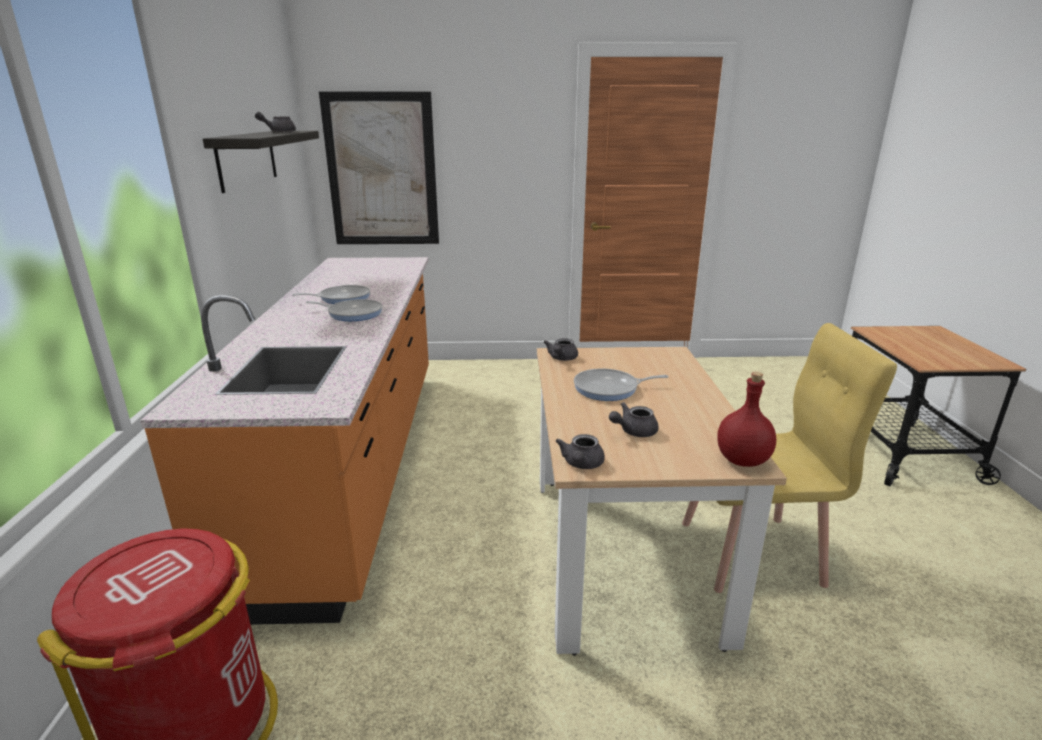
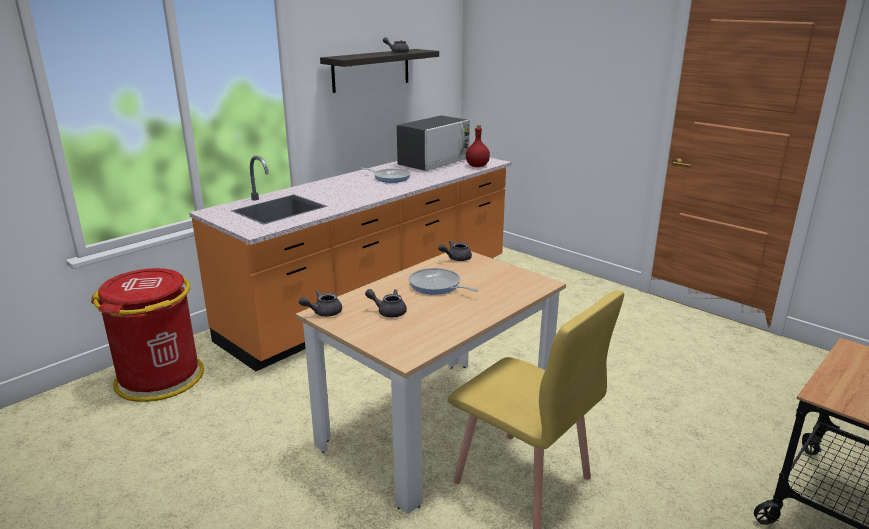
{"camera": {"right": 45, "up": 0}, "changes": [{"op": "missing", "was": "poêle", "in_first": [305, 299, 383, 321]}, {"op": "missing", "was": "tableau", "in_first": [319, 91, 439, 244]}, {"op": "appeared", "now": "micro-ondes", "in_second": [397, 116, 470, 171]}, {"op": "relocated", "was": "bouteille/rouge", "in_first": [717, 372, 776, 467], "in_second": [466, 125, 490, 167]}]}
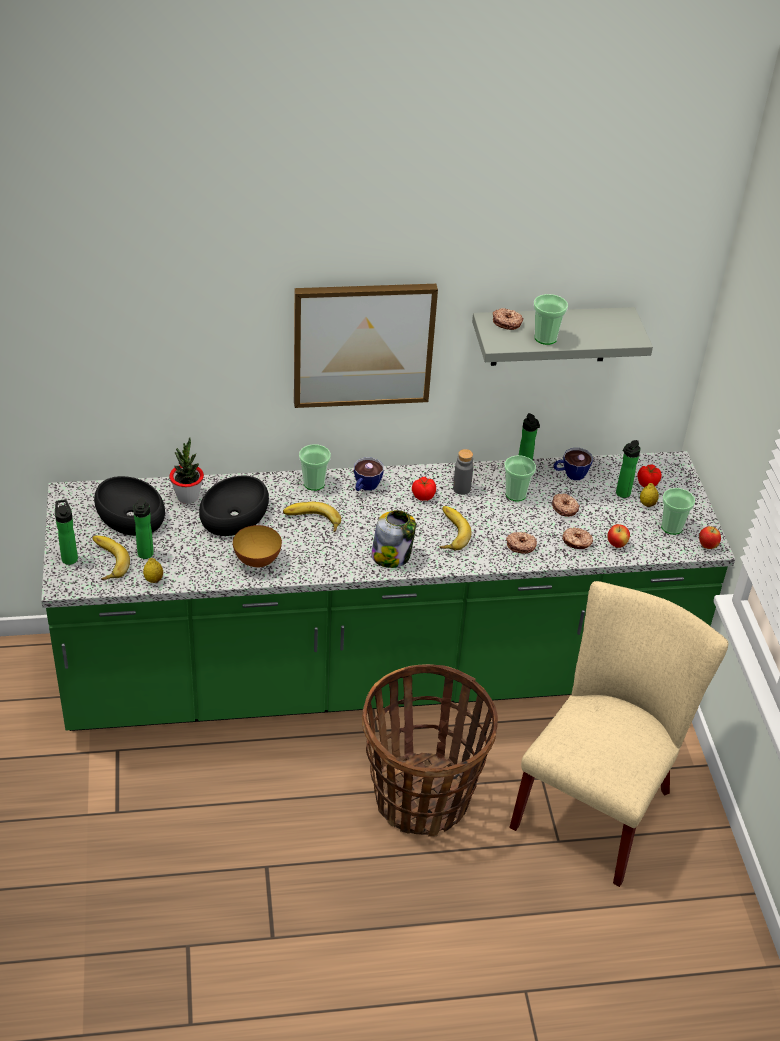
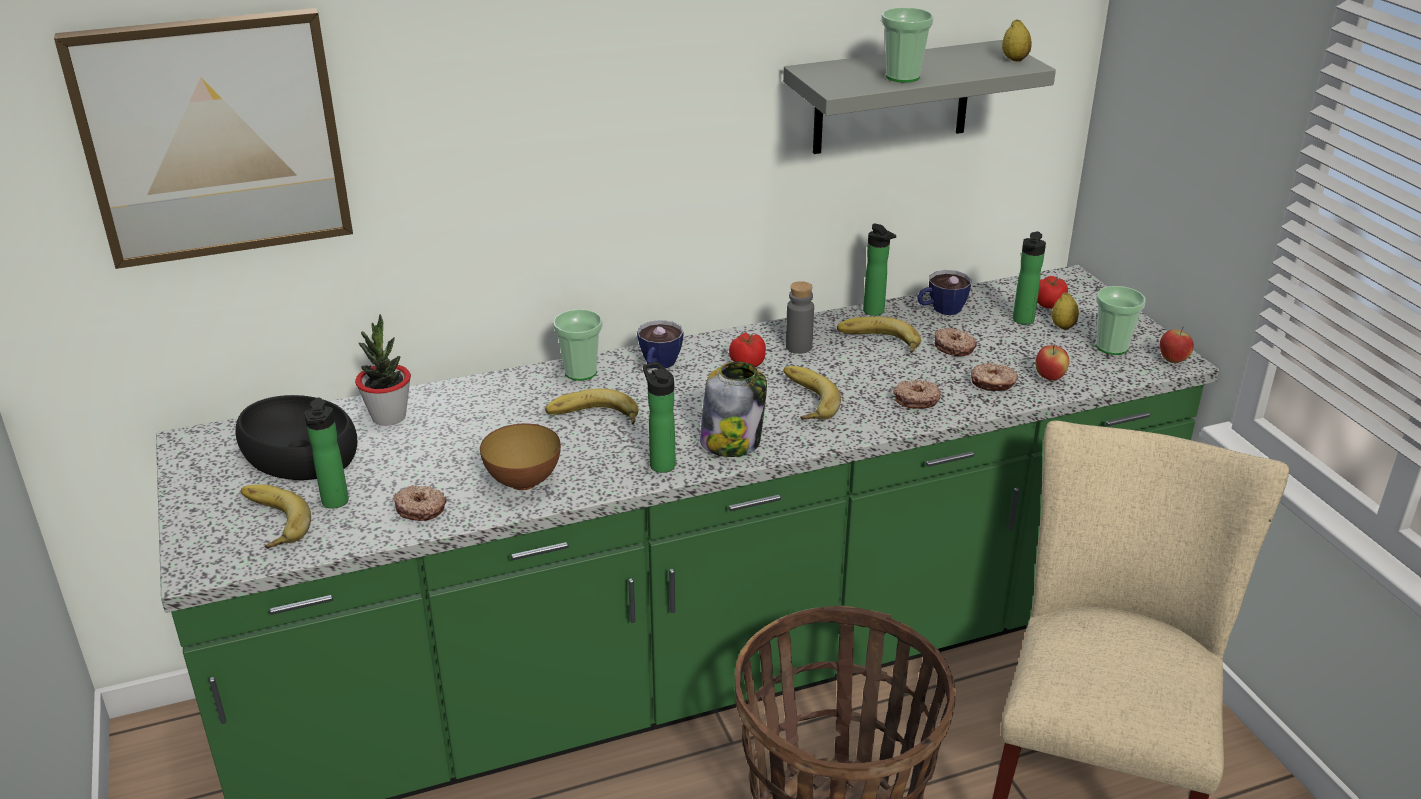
{"camera": {"right": -10, "up": -10}, "changes": [{"op": "missing", "was": "bol/noir", "in_first": [199, 476, 269, 536]}, {"op": "relocated", "was": "bouteille", "in_first": [55, 499, 78, 565], "in_second": [643, 362, 676, 473]}, {"op": "relocated", "was": "citron", "in_first": [143, 558, 163, 583], "in_second": [1002, 20, 1032, 61]}, {"op": "relocated", "was": "tableau", "in_first": [294, 284, 438, 408], "in_second": [54, 8, 353, 269]}, {"op": "relocated", "was": "beignet", "in_first": [493, 308, 524, 330], "in_second": [393, 486, 446, 521]}, {"op": "exchanged", "was": "tasse", "now": "banane", "in_first": [504, 455, 536, 502], "in_second": [837, 316, 921, 353]}]}
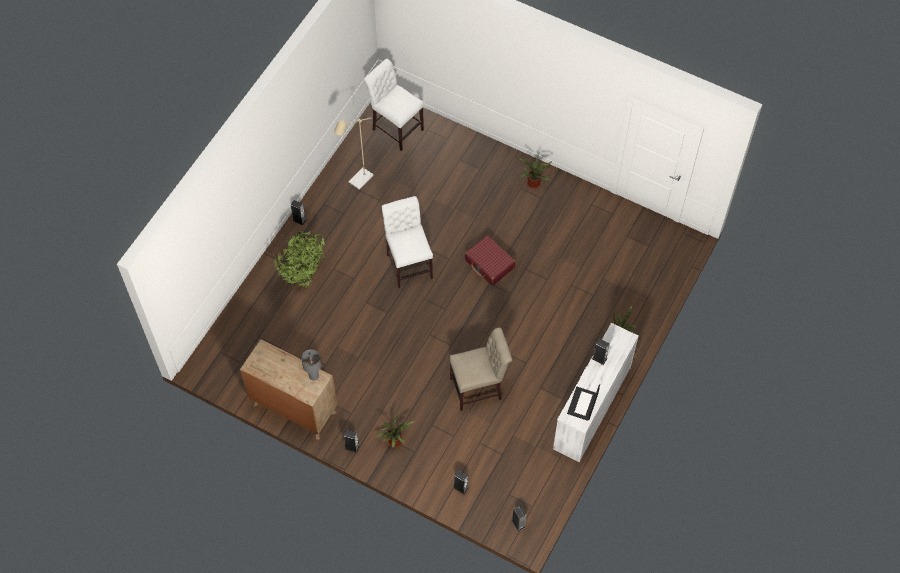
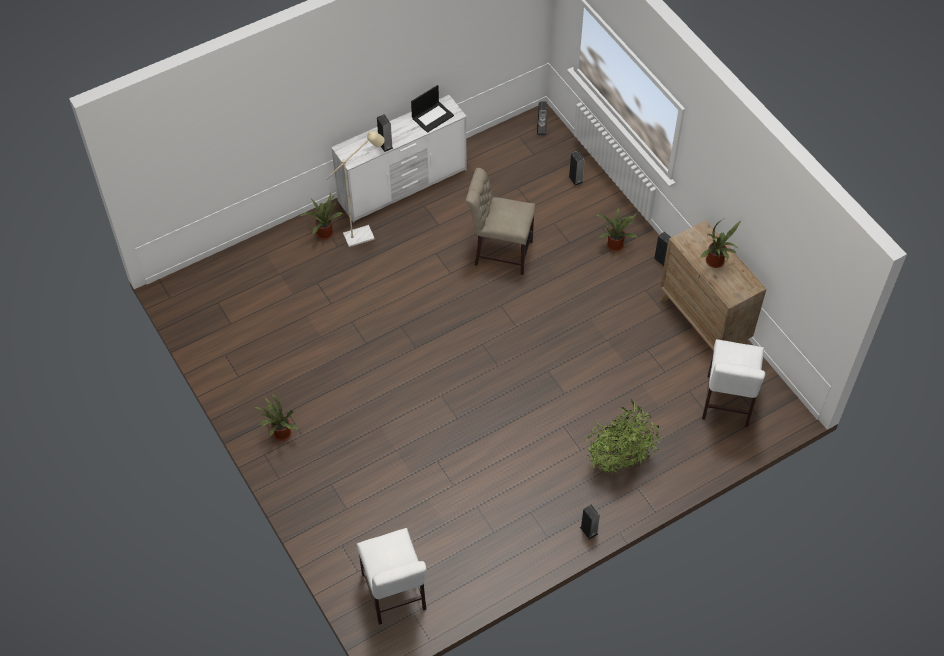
{"camera": {"right": -150, "up": -5}, "changes": [{"op": "missing", "was": "lampe de table/gris", "in_first": [301, 349, 321, 381]}, {"op": "missing", "was": "valise/rouge", "in_first": [465, 235, 515, 286]}, {"op": "appeared", "now": "plante en pot", "in_second": [700, 219, 741, 268]}, {"op": "relocated", "was": "lampadaire/beige", "in_first": [334, 117, 374, 190], "in_second": [325, 131, 384, 247]}, {"op": "relocated", "was": "chaise/blanc", "in_first": [382, 196, 433, 289], "in_second": [702, 339, 765, 427]}]}
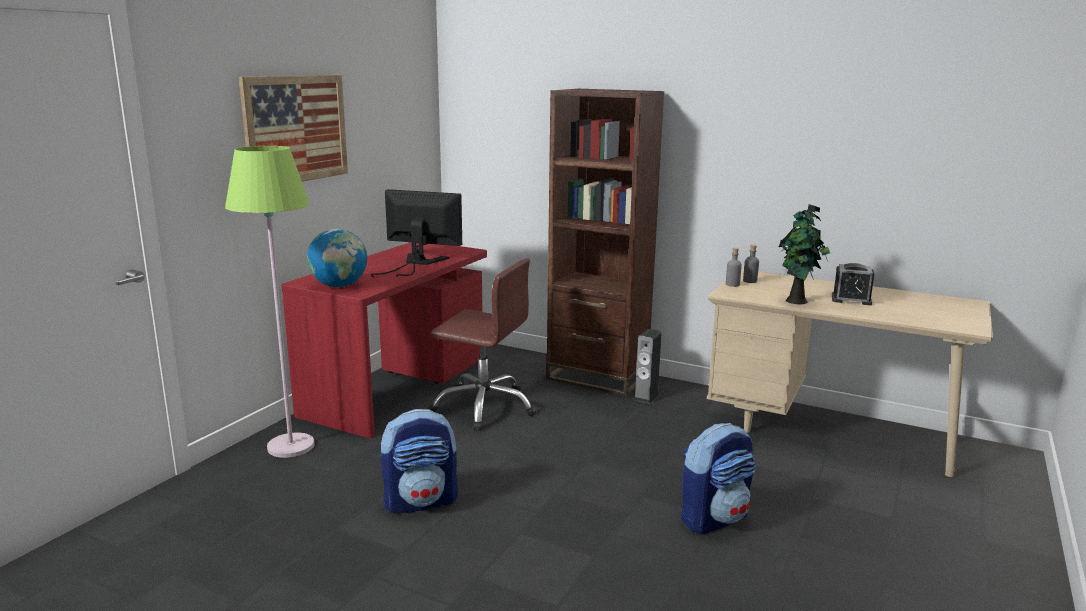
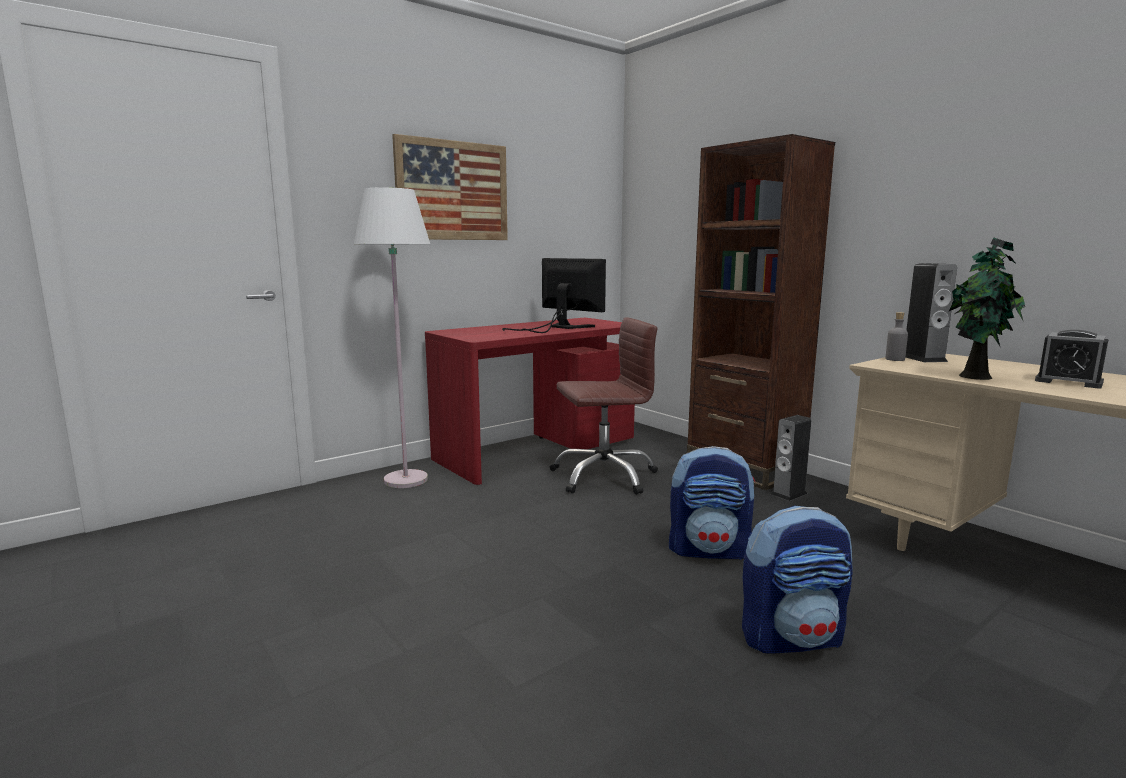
{"camera": {"right": 25, "up": -5}, "changes": [{"op": "missing", "was": "globe", "in_first": [307, 229, 367, 287]}, {"op": "relocated", "was": "sac à dos", "in_first": [381, 409, 458, 513], "in_second": [669, 446, 755, 560]}, {"op": "exchanged", "was": "bouteille/gris", "now": "enceinte", "in_first": [743, 245, 759, 283], "in_second": [906, 263, 957, 362]}, {"op": "colour", "was": "lampadaire/vert", "now": "lampadaire/blanc", "in_first": [225, 146, 315, 458], "in_second": [354, 187, 430, 488]}, {"op": "spun", "was": "chaise de bureau/marron", "in_first": [428, 258, 536, 431], "in_second": [550, 317, 658, 495], "clockwise": -60}]}
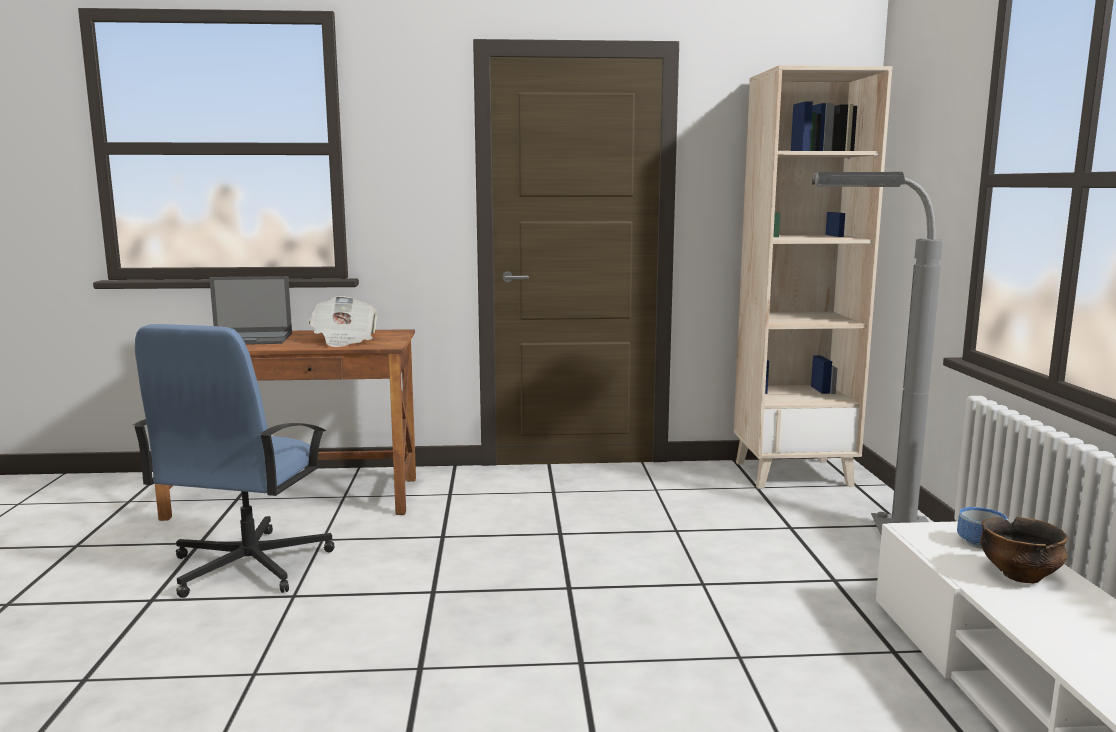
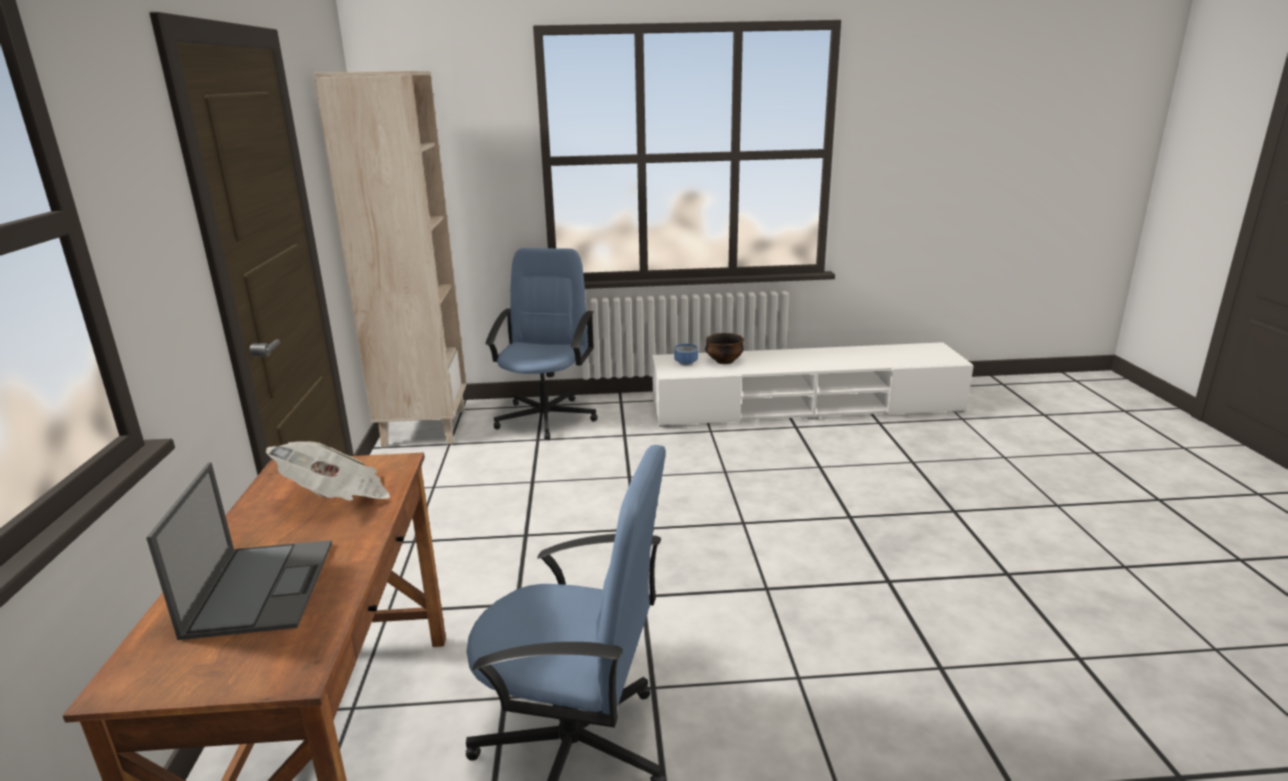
{"camera": {"right": -90, "up": 10}, "changes": [{"op": "exchanged", "was": "lampadaire/gris", "now": "chaise de bureau/bleu", "in_first": [812, 172, 943, 534], "in_second": [485, 248, 598, 440]}]}
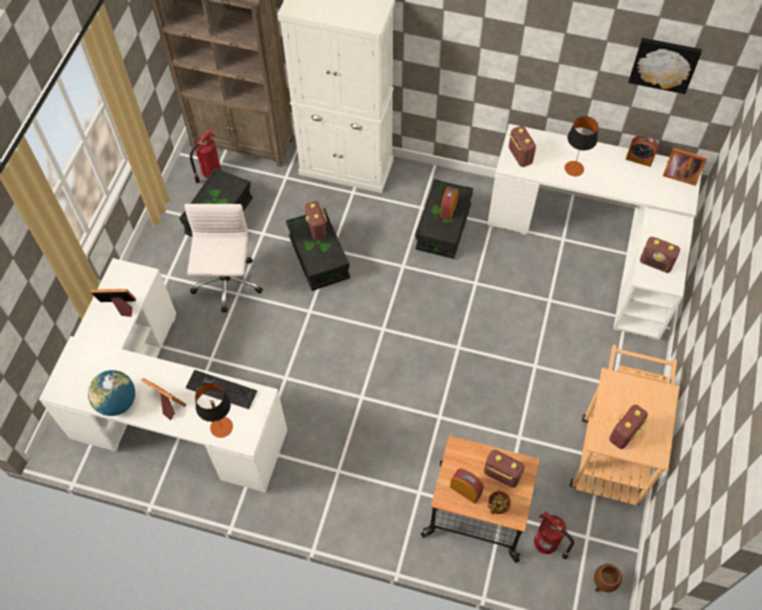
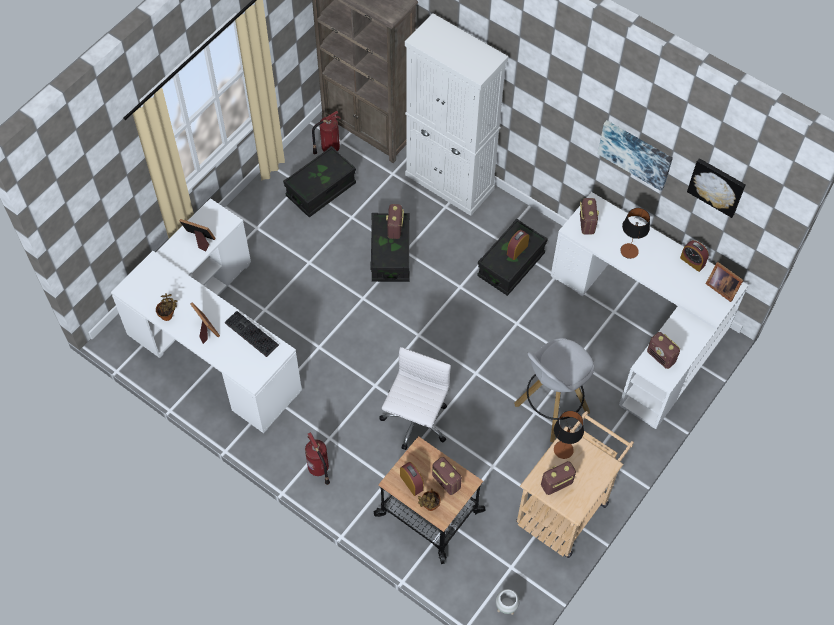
{"camera": {"right": 20, "up": 0}, "changes": [{"op": "appeared", "now": "tabouret/blanc", "in_second": [514, 338, 594, 443]}, {"op": "appeared", "now": "tableau", "in_second": [598, 120, 673, 191]}, {"op": "relocated", "was": "chaise de bureau/blanc", "in_first": [185, 204, 263, 313], "in_second": [379, 347, 451, 450]}, {"op": "relocated", "was": "lampe de table", "in_first": [195, 383, 233, 438], "in_second": [554, 411, 584, 459]}, {"op": "relocated", "was": "extincteur", "in_first": [534, 512, 574, 559], "in_second": [305, 432, 330, 485]}, {"op": "exchanged", "was": "globe", "now": "plante en pot", "in_first": [88, 370, 135, 416], "in_second": [156, 293, 177, 321]}, {"op": "colour", "was": "cache-pot/marron", "now": "cache-pot/blanc", "in_first": [594, 564, 622, 592], "in_second": [496, 589, 519, 615]}]}
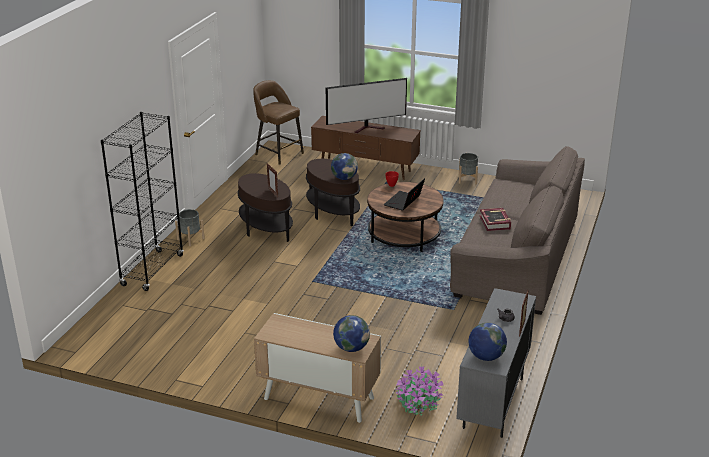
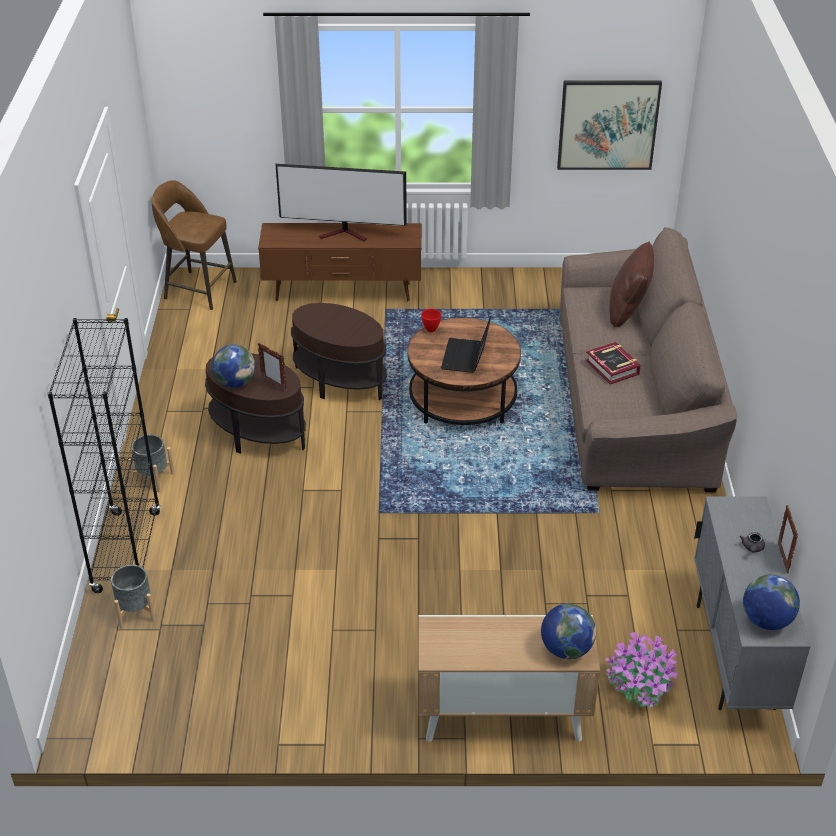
{"camera": {"right": -20, "up": 10}, "changes": [{"op": "appeared", "now": "tableau", "in_second": [557, 80, 662, 170]}, {"op": "appeared", "now": "coussin/marron", "in_second": [610, 242, 654, 328]}, {"op": "relocated", "was": "globe", "in_first": [331, 153, 358, 180], "in_second": [212, 345, 256, 388]}, {"op": "relocated", "was": "cache-pot/gris", "in_first": [459, 153, 478, 184], "in_second": [111, 565, 155, 628]}, {"op": "spun", "was": "téléviseur", "in_first": [326, 78, 407, 133], "in_second": [275, 164, 407, 241], "clockwise": 45}]}
